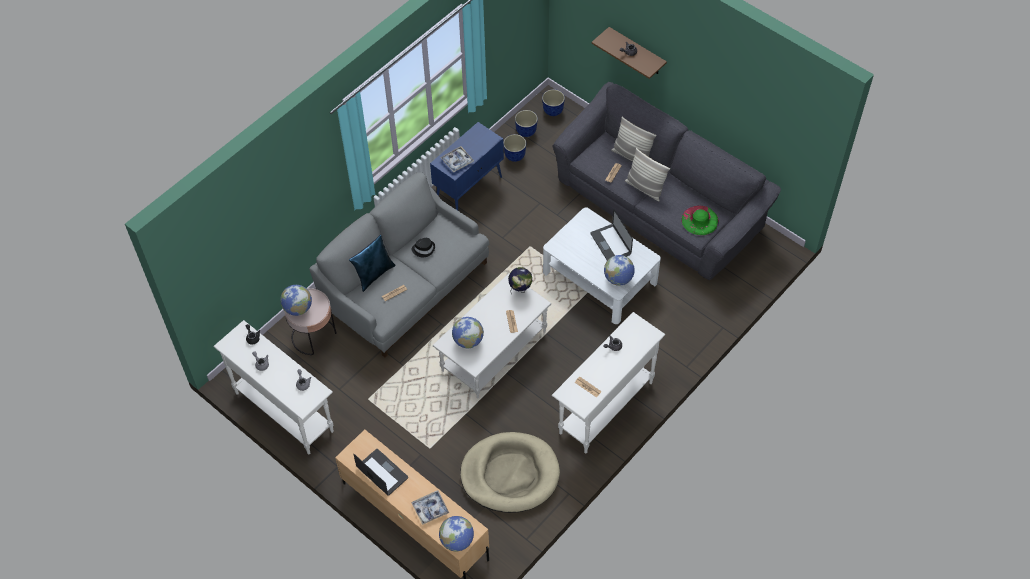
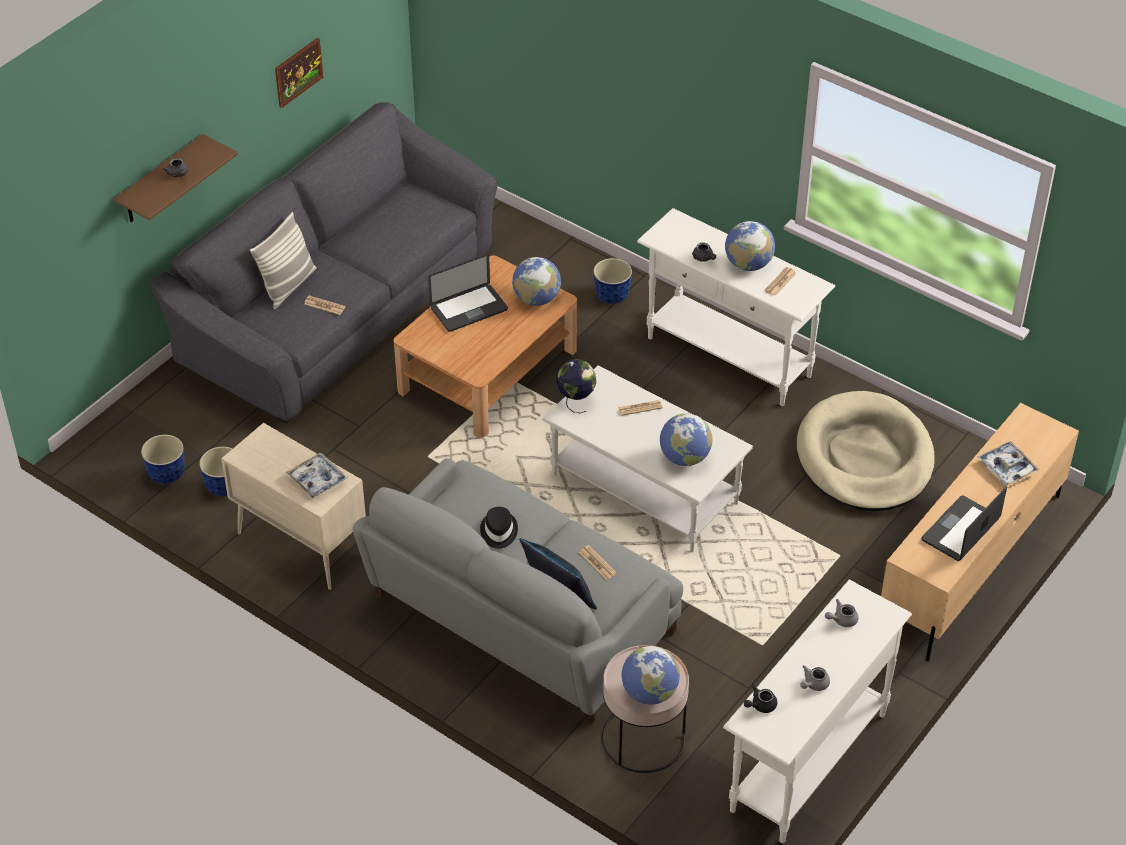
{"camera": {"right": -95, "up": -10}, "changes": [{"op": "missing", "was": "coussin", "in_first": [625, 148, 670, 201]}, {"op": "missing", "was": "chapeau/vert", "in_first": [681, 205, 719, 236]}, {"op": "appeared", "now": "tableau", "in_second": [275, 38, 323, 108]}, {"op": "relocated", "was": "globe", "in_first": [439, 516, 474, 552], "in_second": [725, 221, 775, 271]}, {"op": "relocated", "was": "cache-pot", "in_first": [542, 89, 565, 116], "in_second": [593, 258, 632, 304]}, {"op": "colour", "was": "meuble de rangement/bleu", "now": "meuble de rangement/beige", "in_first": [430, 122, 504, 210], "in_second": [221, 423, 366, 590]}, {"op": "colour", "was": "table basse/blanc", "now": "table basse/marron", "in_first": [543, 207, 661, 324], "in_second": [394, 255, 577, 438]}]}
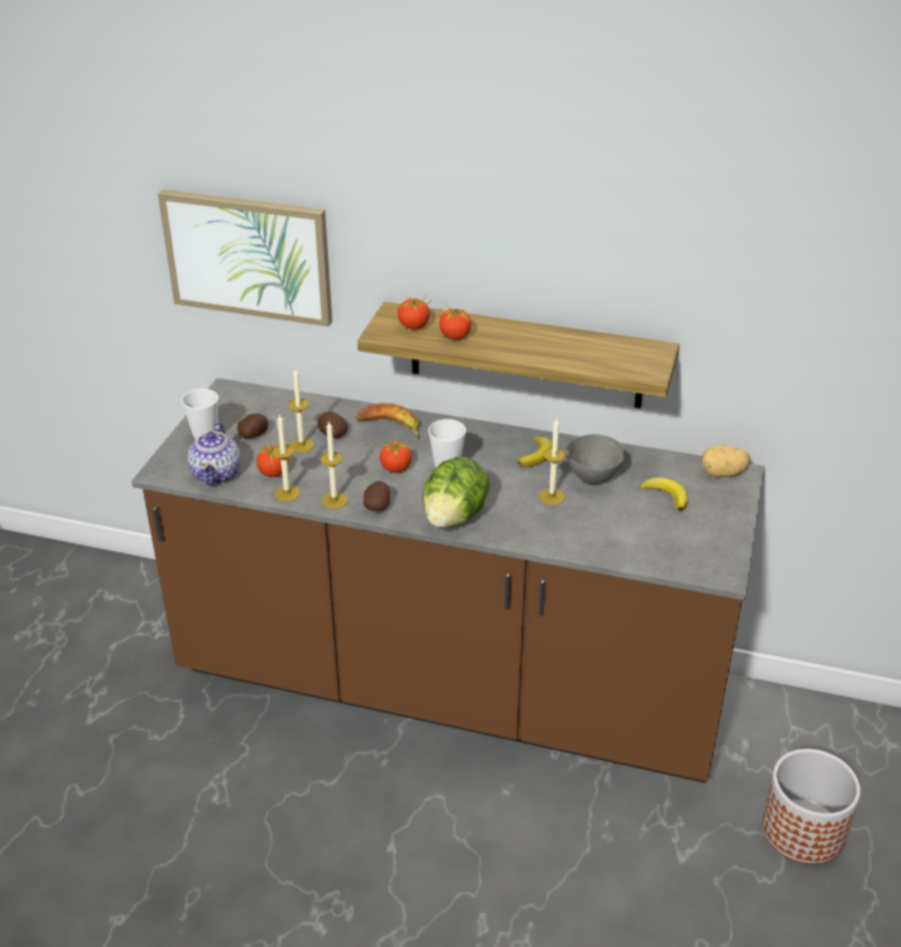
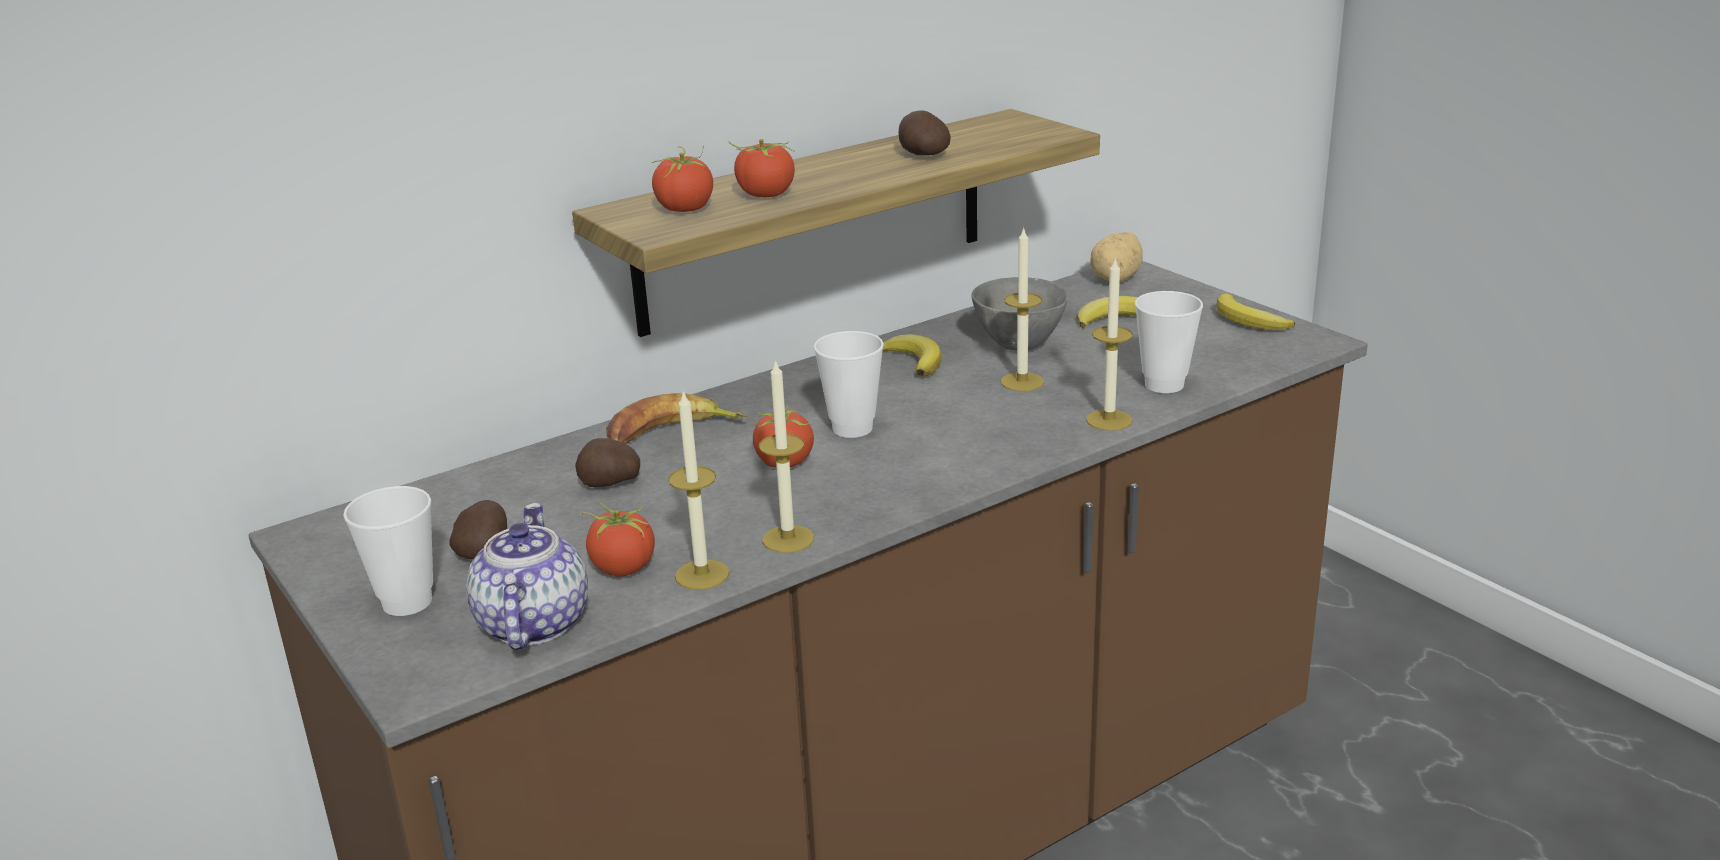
{"camera": {"right": -50, "up": -10}, "changes": [{"op": "missing", "was": "tableau", "in_first": [158, 190, 332, 327]}, {"op": "missing", "was": "laitue", "in_first": [423, 457, 490, 528]}, {"op": "missing", "was": "cache-pot", "in_first": [762, 749, 861, 864]}, {"op": "appeared", "now": "tasse", "in_second": [1135, 291, 1203, 393]}, {"op": "appeared", "now": "banane", "in_second": [1216, 294, 1295, 330]}, {"op": "relocated", "was": "bougie", "in_first": [288, 369, 314, 453], "in_second": [1086, 257, 1133, 431]}, {"op": "relocated", "was": "pomme de terre", "in_first": [363, 481, 390, 511], "in_second": [898, 110, 951, 155]}, {"op": "spun", "was": "théière", "in_first": [188, 422, 241, 485], "in_second": [466, 503, 588, 650], "clockwise": -135}]}
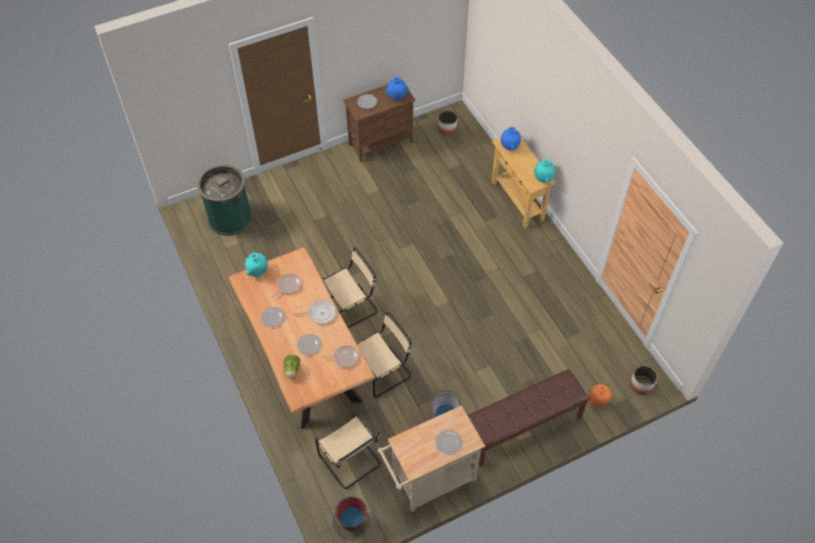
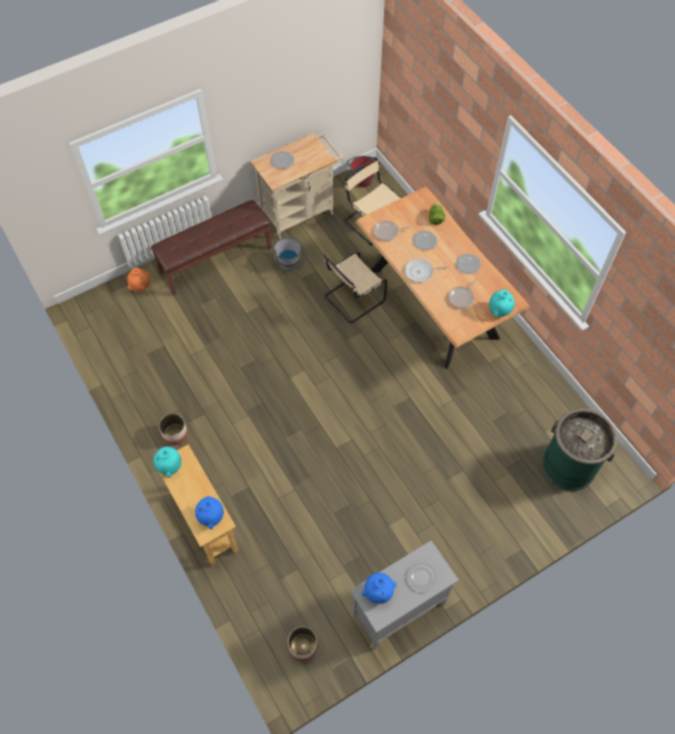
{"camera": {"right": 175, "up": 5}, "changes": [{"op": "missing", "was": "chaise/beige", "in_first": [323, 248, 378, 328]}, {"op": "relocated", "was": "cache-pot", "in_first": [630, 365, 657, 395], "in_second": [159, 414, 188, 446]}, {"op": "colour", "was": "meuble de rangement/marron", "now": "meuble de rangement/gris", "in_first": [343, 84, 416, 162], "in_second": [350, 540, 459, 650]}]}
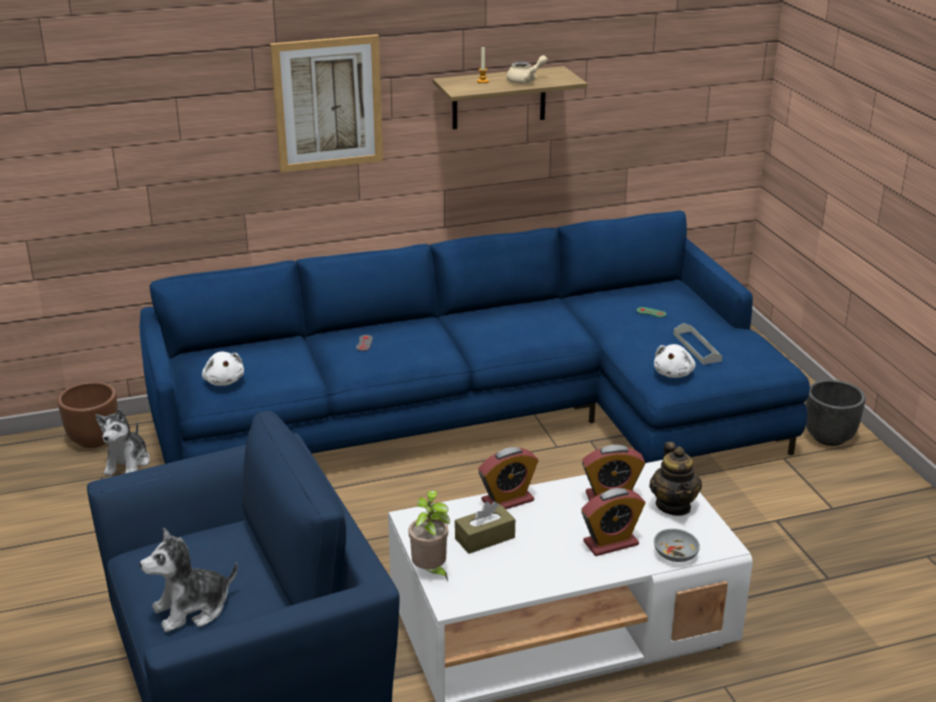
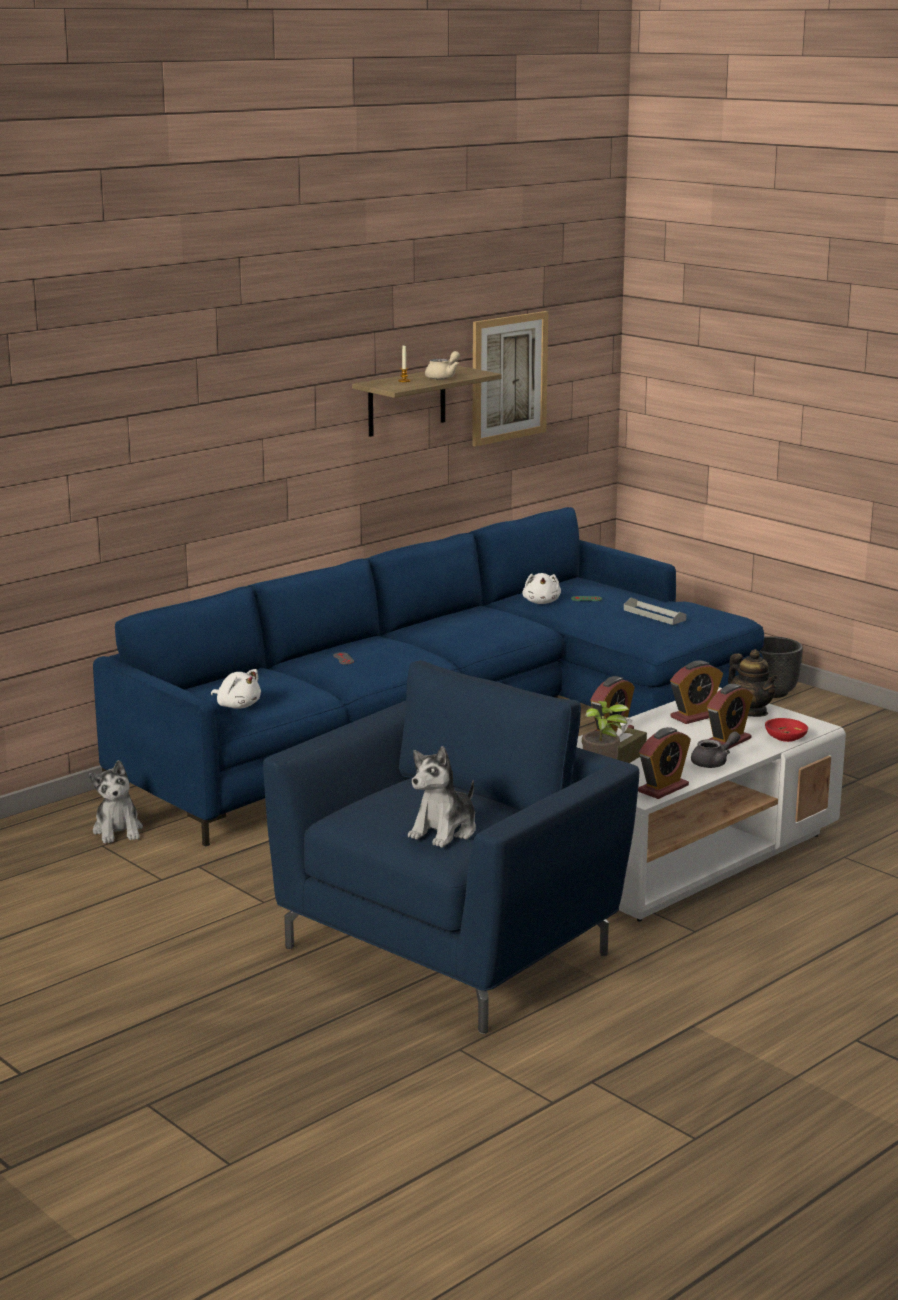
{"camera": {"right": -25, "up": -10}, "changes": [{"op": "missing", "was": "cache-pot/marron", "in_first": [57, 382, 118, 448]}, {"op": "appeared", "now": "réveil", "in_second": [638, 727, 691, 799]}, {"op": "appeared", "now": "théière/gris", "in_second": [691, 731, 740, 768]}, {"op": "relocated", "was": "tableau", "in_first": [270, 34, 383, 173], "in_second": [472, 311, 548, 447]}, {"op": "relocated", "was": "peluche/blanc", "in_first": [654, 344, 696, 378], "in_second": [522, 573, 561, 604]}, {"op": "colour", "was": "bol/gris", "now": "bol/rouge", "in_first": [654, 529, 700, 562], "in_second": [765, 718, 808, 742]}]}
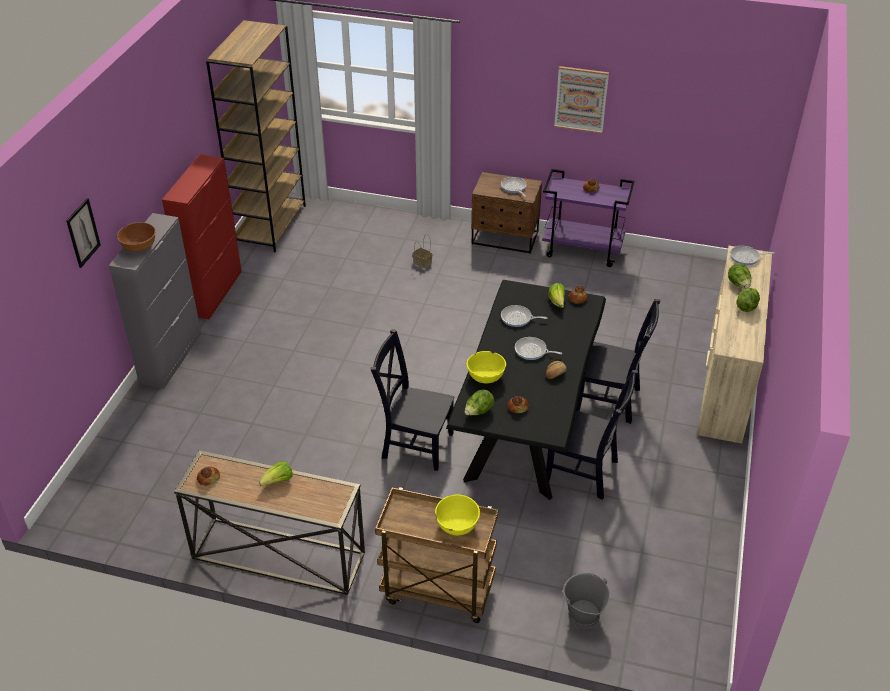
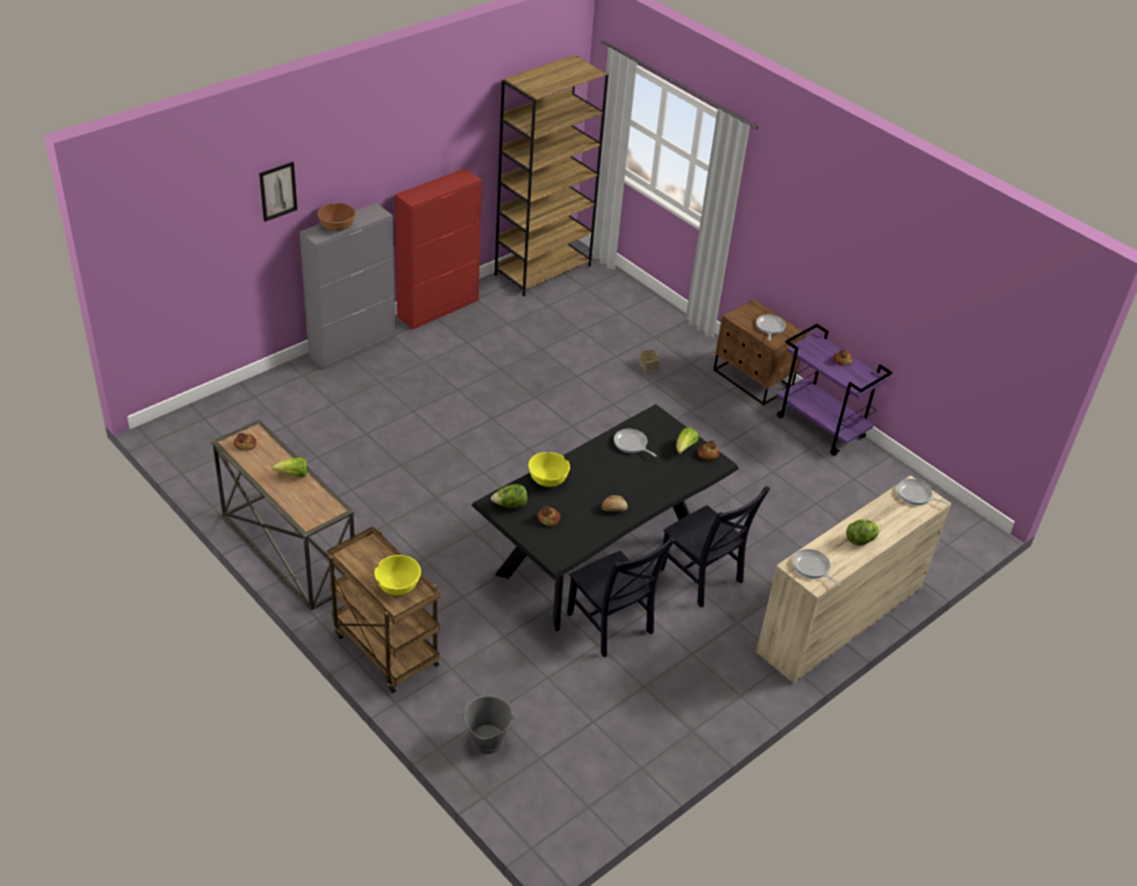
{"camera": {"right": 30, "up": 0}, "changes": [{"op": "missing", "was": "chaise/noir", "in_first": [371, 329, 454, 471]}, {"op": "missing", "was": "tableau", "in_first": [554, 66, 609, 134]}, {"op": "missing", "was": "laitue", "in_first": [728, 263, 751, 288]}, {"op": "relocated", "was": "poêle", "in_first": [515, 337, 562, 360], "in_second": [793, 549, 840, 586]}]}
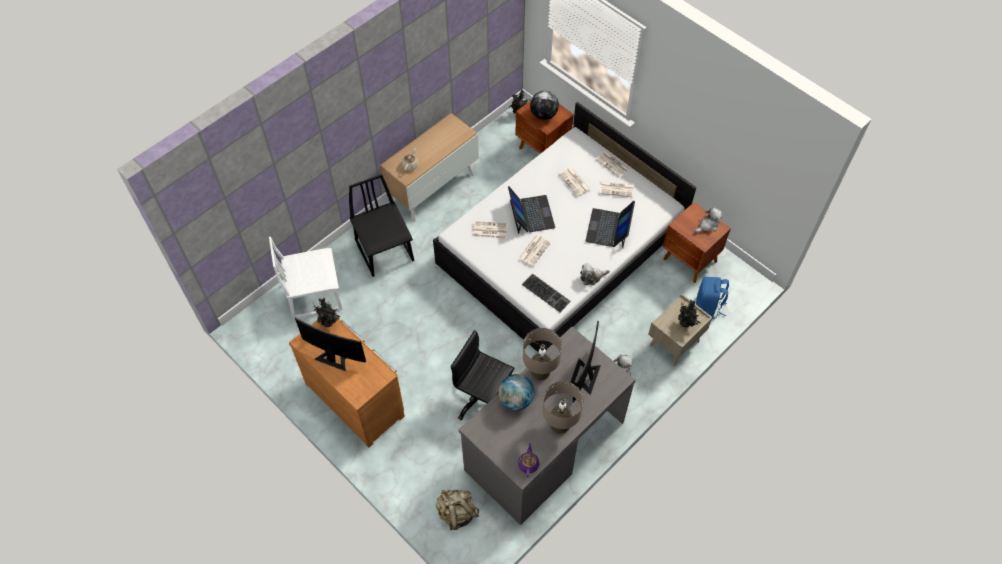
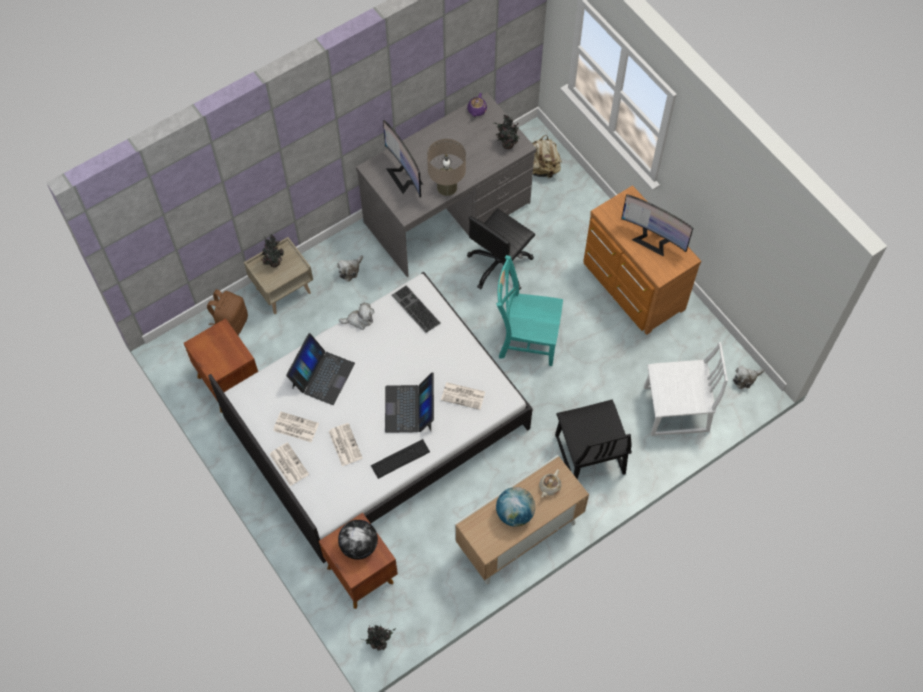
{"camera": {"right": -170, "up": 5}, "changes": [{"op": "missing", "was": "journal", "in_first": [518, 235, 551, 266]}, {"op": "missing", "was": "lampe de table/beige", "in_first": [542, 381, 584, 434]}, {"op": "appeared", "now": "clavier", "in_second": [371, 439, 430, 479]}, {"op": "appeared", "now": "chaise/turquoise", "in_second": [496, 255, 563, 366]}, {"op": "relocated", "was": "plante en pot", "in_first": [314, 298, 341, 327], "in_second": [494, 114, 520, 149]}, {"op": "relocated", "was": "globe", "in_first": [499, 374, 535, 410], "in_second": [496, 487, 535, 527]}, {"op": "relocated", "was": "peluche", "in_first": [694, 207, 722, 233], "in_second": [733, 366, 764, 389]}, {"op": "colour", "was": "sac à dos/bleu", "now": "sac à dos/marron", "in_first": [696, 277, 729, 319], "in_second": [207, 289, 248, 335]}, {"op": "spun", "was": "chaise de bureau/noir", "in_first": [451, 330, 514, 420], "in_second": [467, 209, 535, 290], "clockwise": 90}, {"op": "spun", "was": "écran d'ordinateur", "in_first": [570, 321, 601, 403], "in_second": [383, 120, 423, 197], "clockwise": 120}]}
